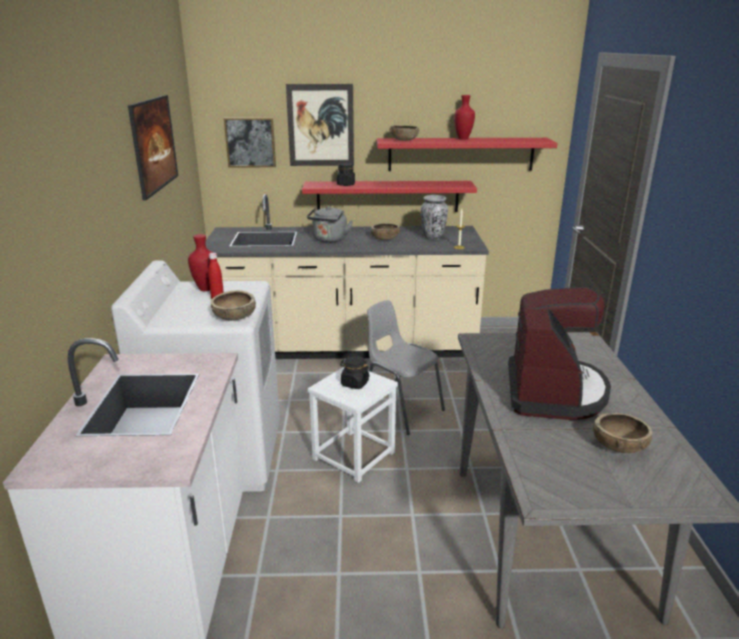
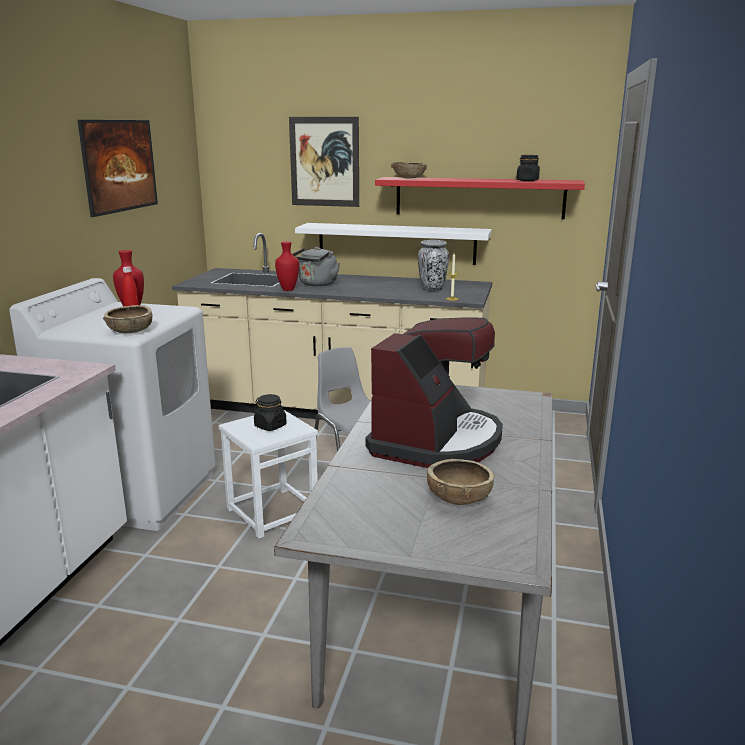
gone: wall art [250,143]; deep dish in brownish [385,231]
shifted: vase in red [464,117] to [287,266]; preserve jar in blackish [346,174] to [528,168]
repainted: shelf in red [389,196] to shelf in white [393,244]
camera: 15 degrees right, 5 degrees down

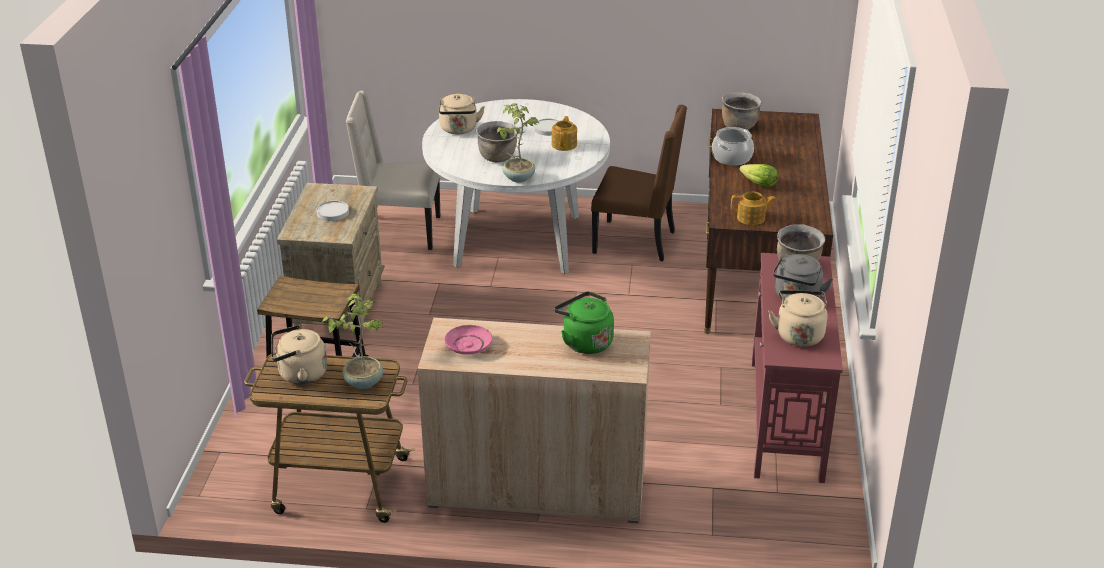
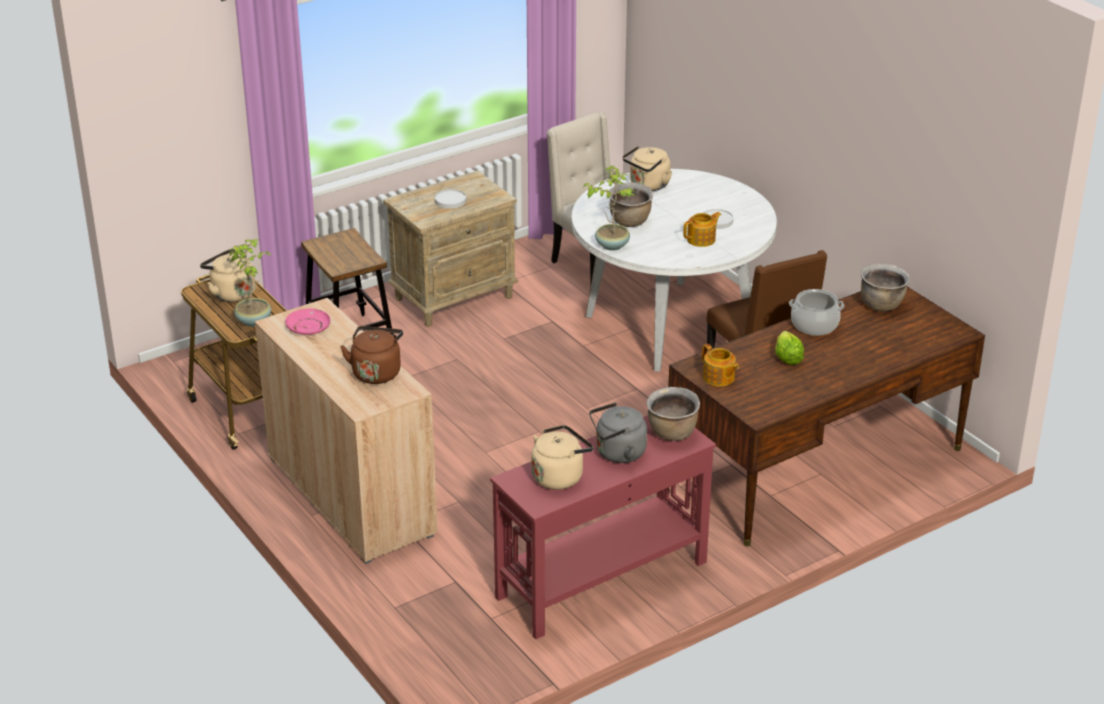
repainted: water kettle in green [584,322] to water kettle in brownish [371,355]
camera: 50 degrees right, 0 degrees up

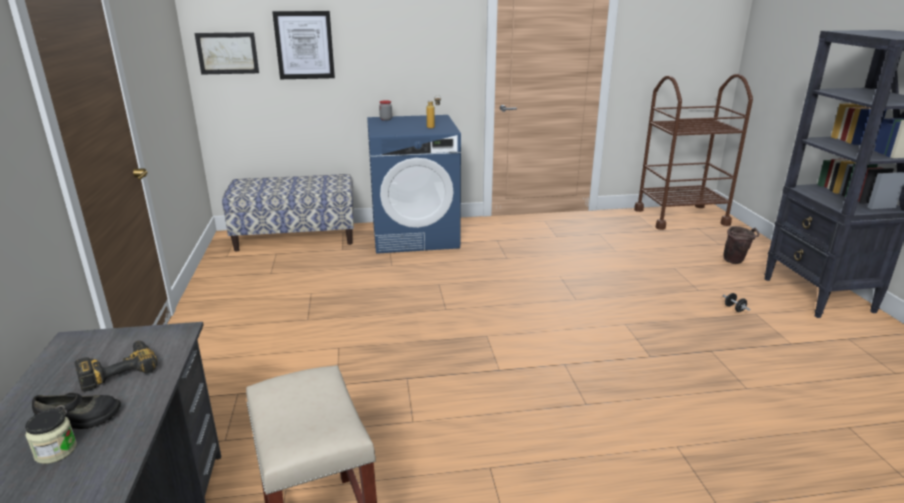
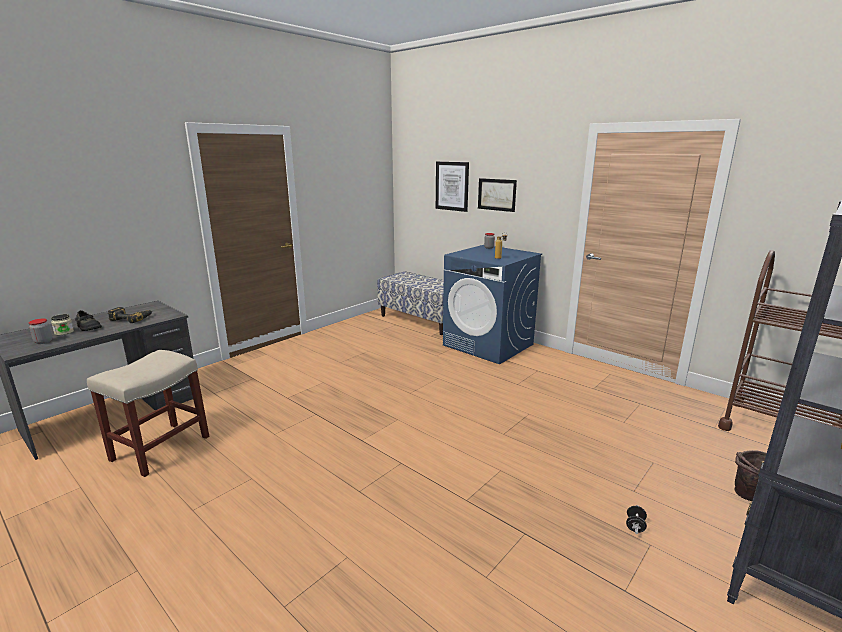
new: preserve jar [41,331]
shifted: wall art [226,53] to [497,195]
camera: 50 degrees right, 5 degrees down

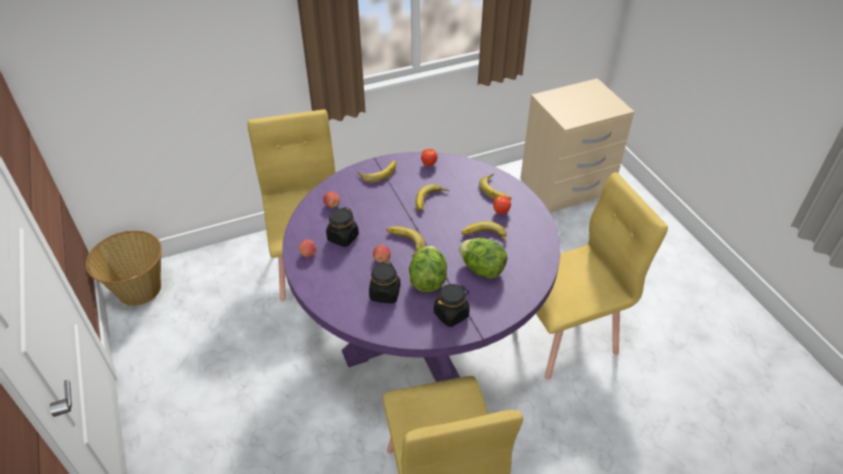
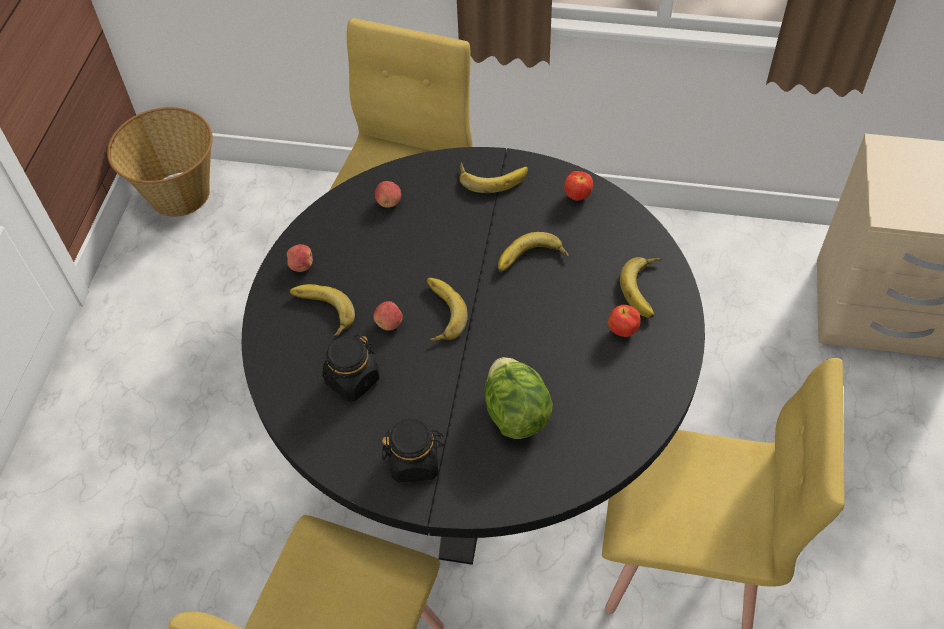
gone: preserve jar in blackish [342,227]; head of lettuce [428,269]
shifted: banana [484,231] to [322,310]
repainted: dinner table in purple [421,267] to dinner table in blackish [473,356]
camera: 35 degrees right, 10 degrees up

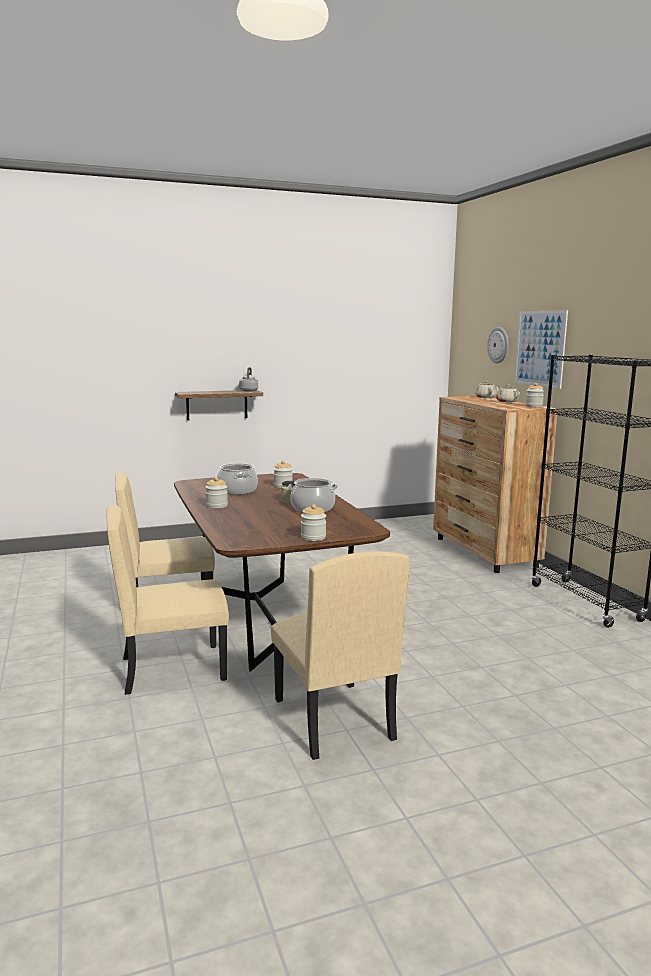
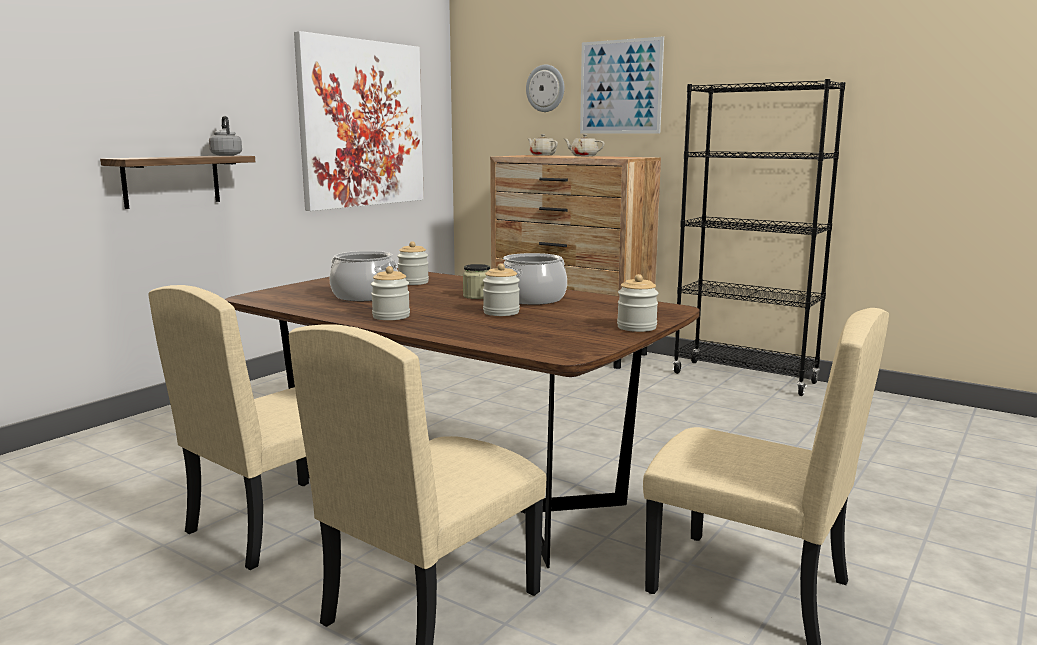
new: wall art [359,121]
shifted: preserve jar [534,395] to [501,289]
camera: 35 degrees left, 0 degrees up

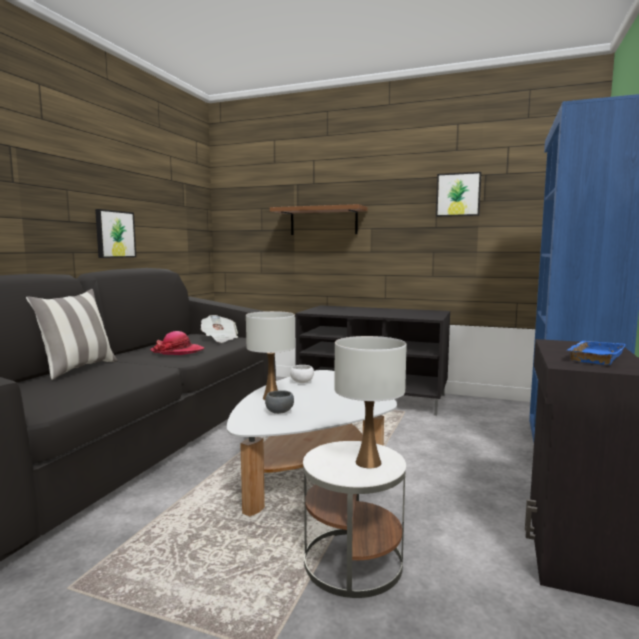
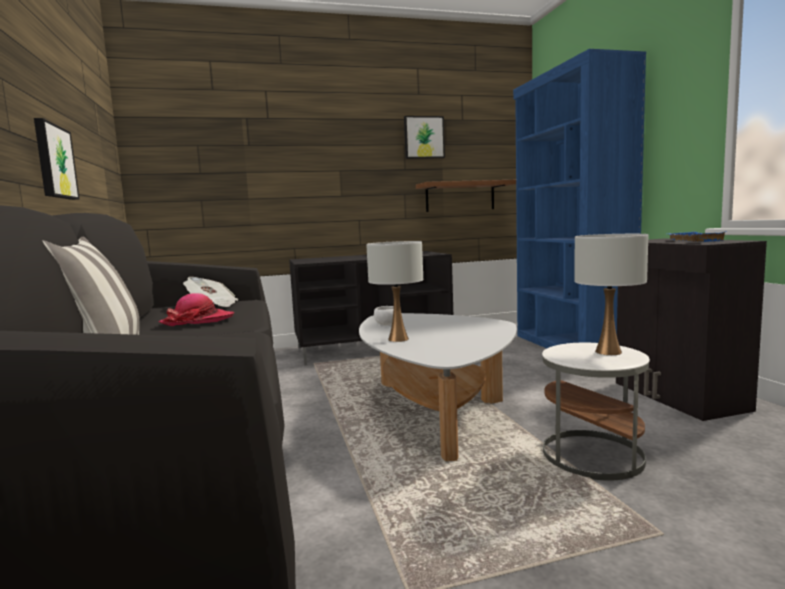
gone: deep dish in gray [279,402]
shifted: shelf in brownish [318,219] to [466,196]
camera: 35 degrees left, 0 degrees up

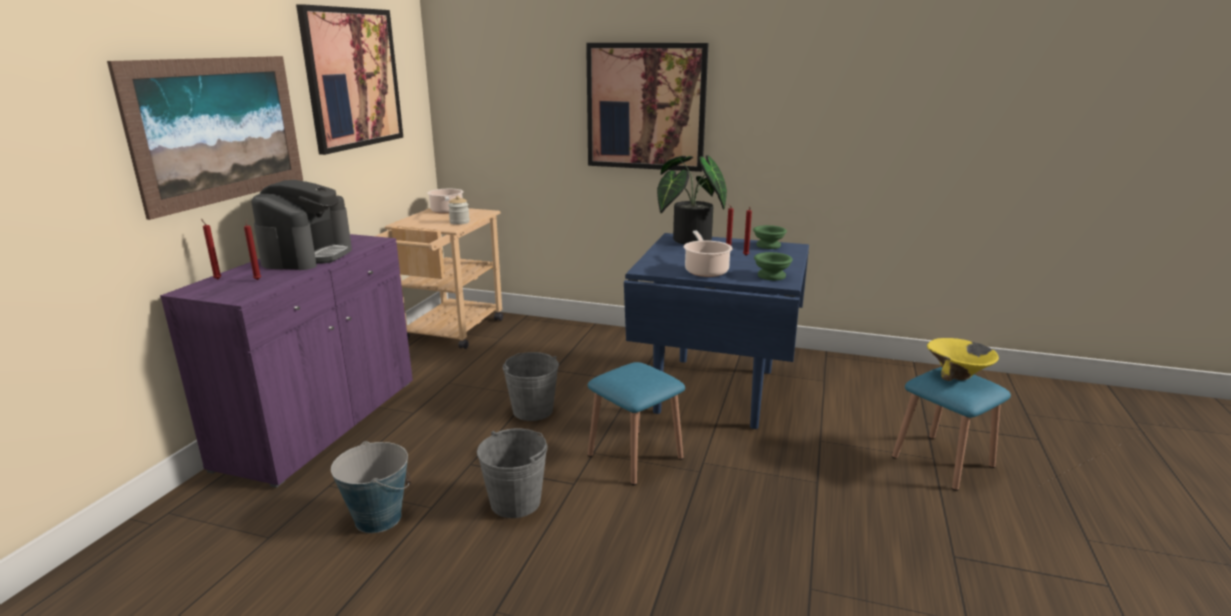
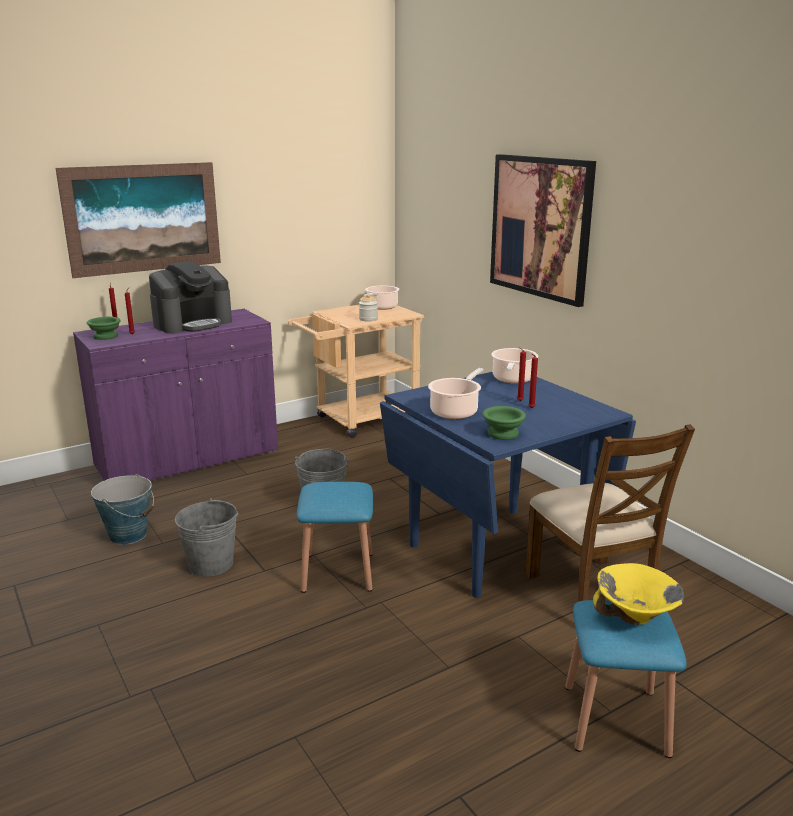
gone: wall art [349,79]
new: chair in brownish [610,513]
shifted: deep dish in green [770,237] to [104,328]
swapped: houseplant [692,199] to stockpot [514,366]
camera: 40 degrees right, 0 degrees up

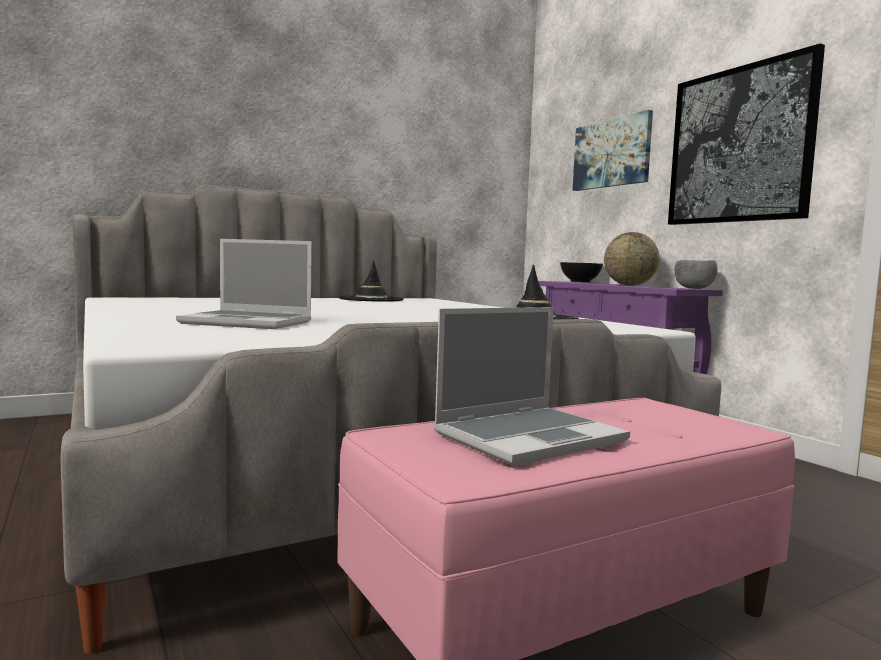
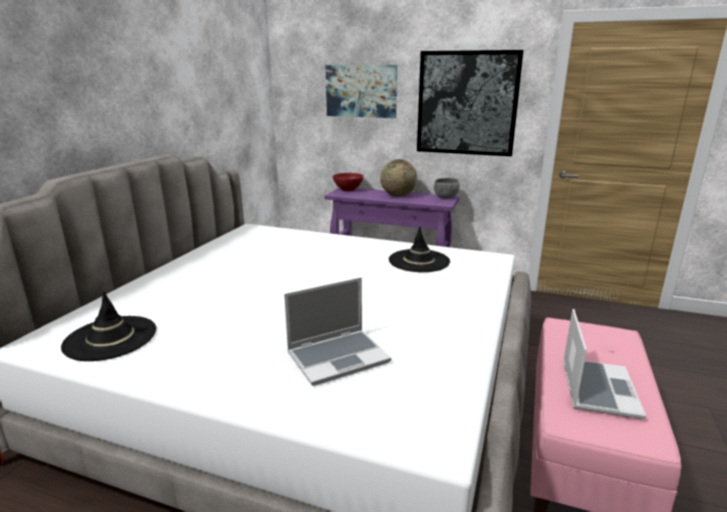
shifted: hat in blackish [371,281] to [108,326]
repainted: deep dish in blackish [581,272] to deep dish in red [348,182]
camera: 40 degrees left, 15 degrees up

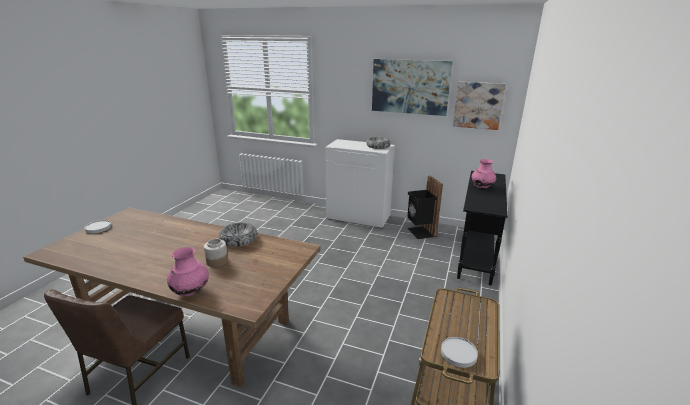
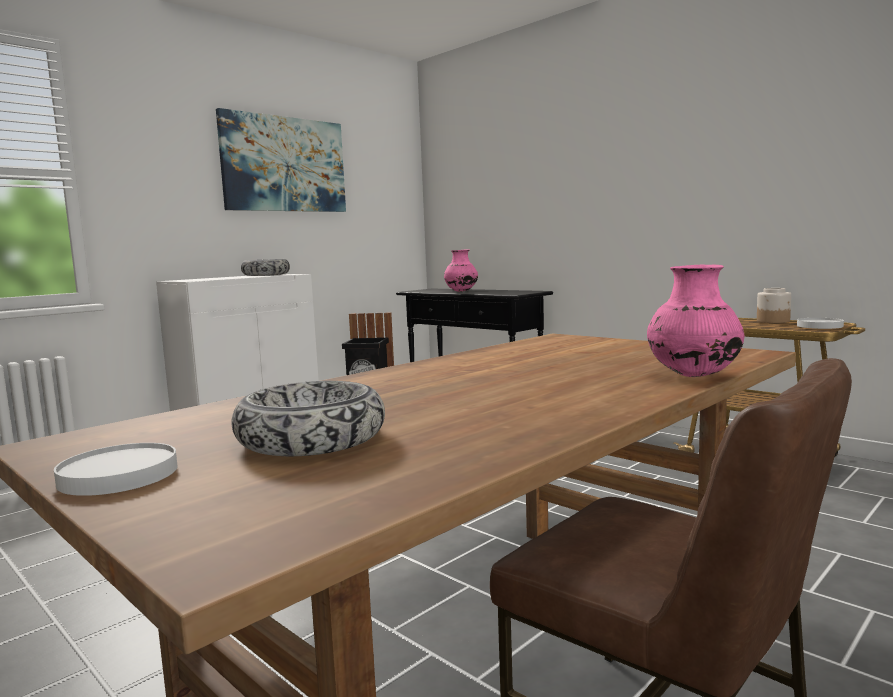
gone: wall art [479,106]
shifted: deep dish [238,234] to [308,418]; preserve jar [216,253] to [774,305]
camera: 65 degrees left, 15 degrees down

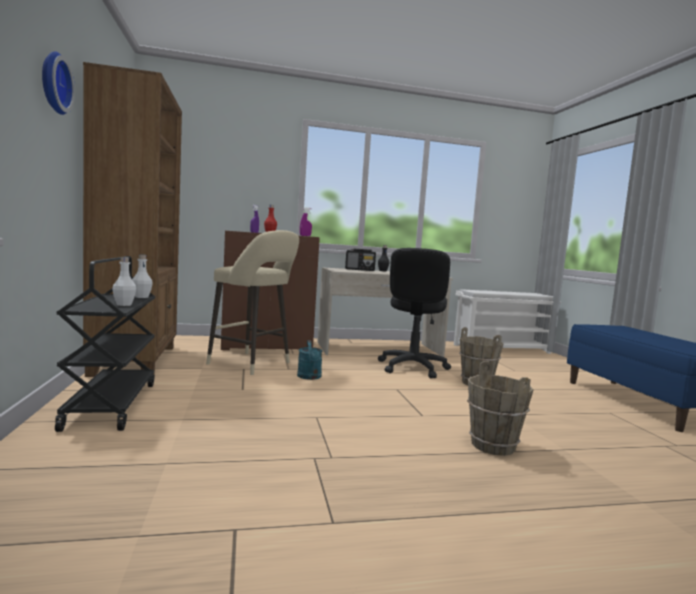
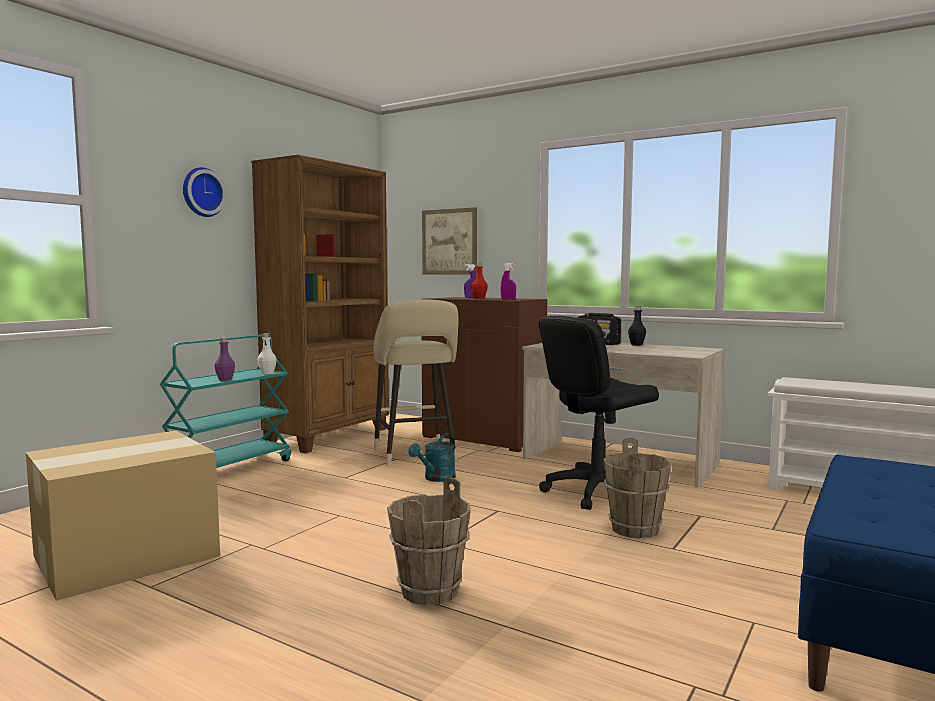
new: wall art [449,240]; packing box [123,516]
repainted: wheeled cart in blackish [105,344] to wheeled cart in blue-green [225,401]; bottle in white [124,281] to bottle in purple [225,359]
camera: 45 degrees right, 0 degrees up

